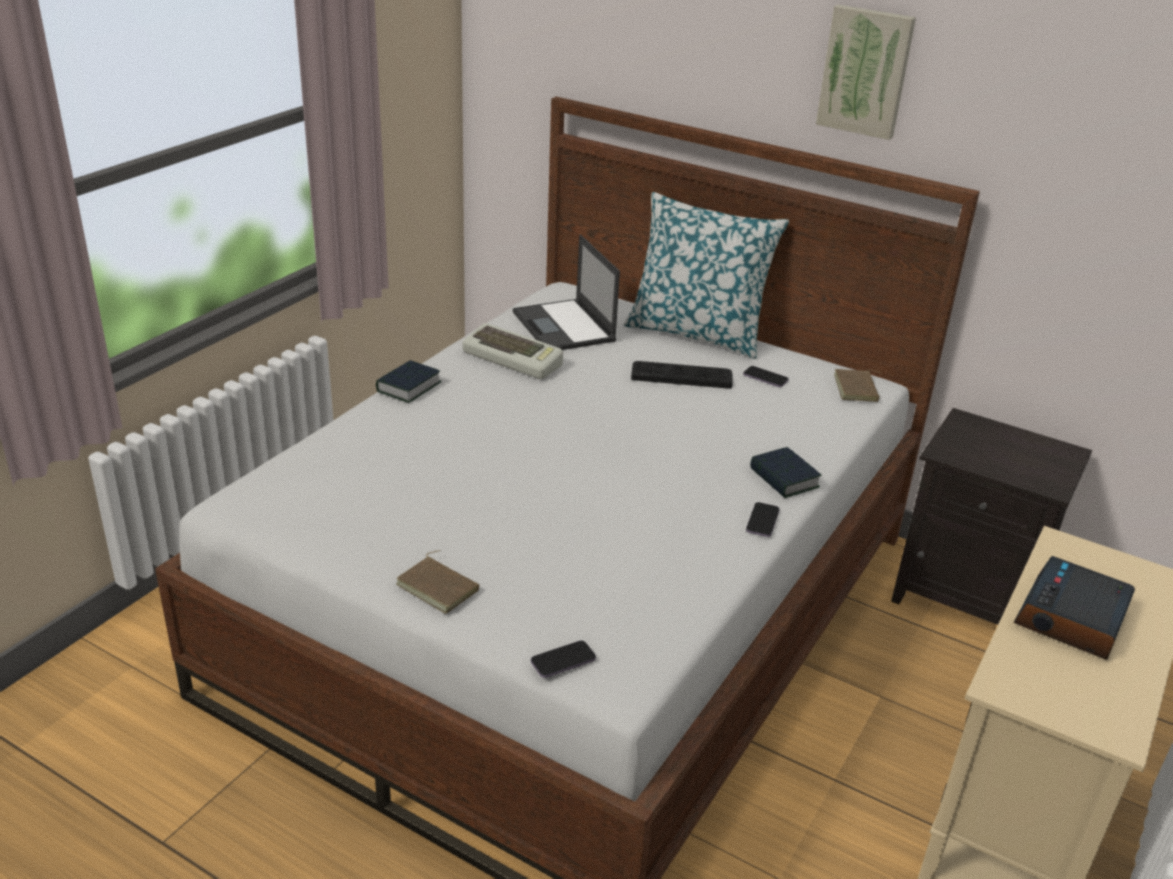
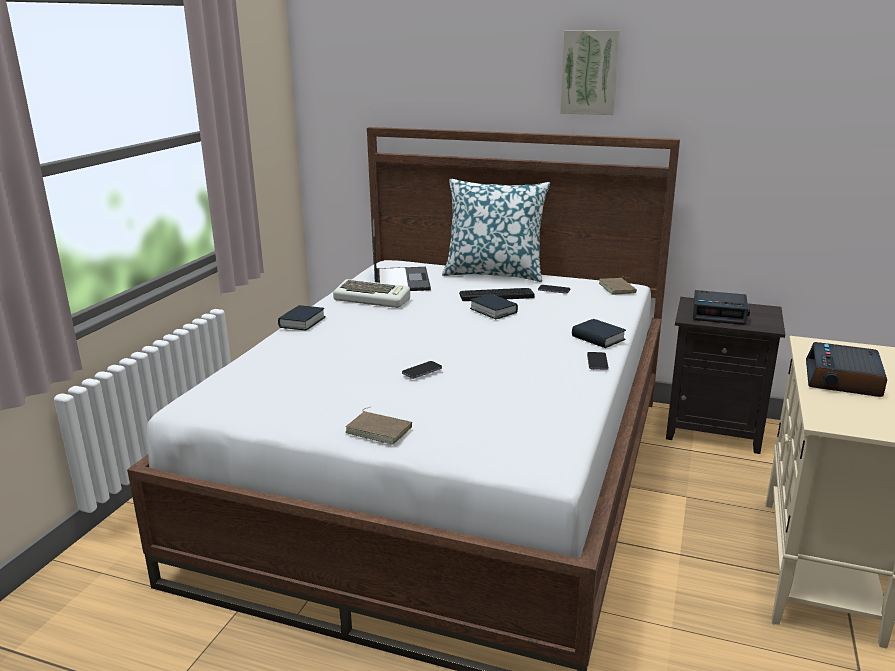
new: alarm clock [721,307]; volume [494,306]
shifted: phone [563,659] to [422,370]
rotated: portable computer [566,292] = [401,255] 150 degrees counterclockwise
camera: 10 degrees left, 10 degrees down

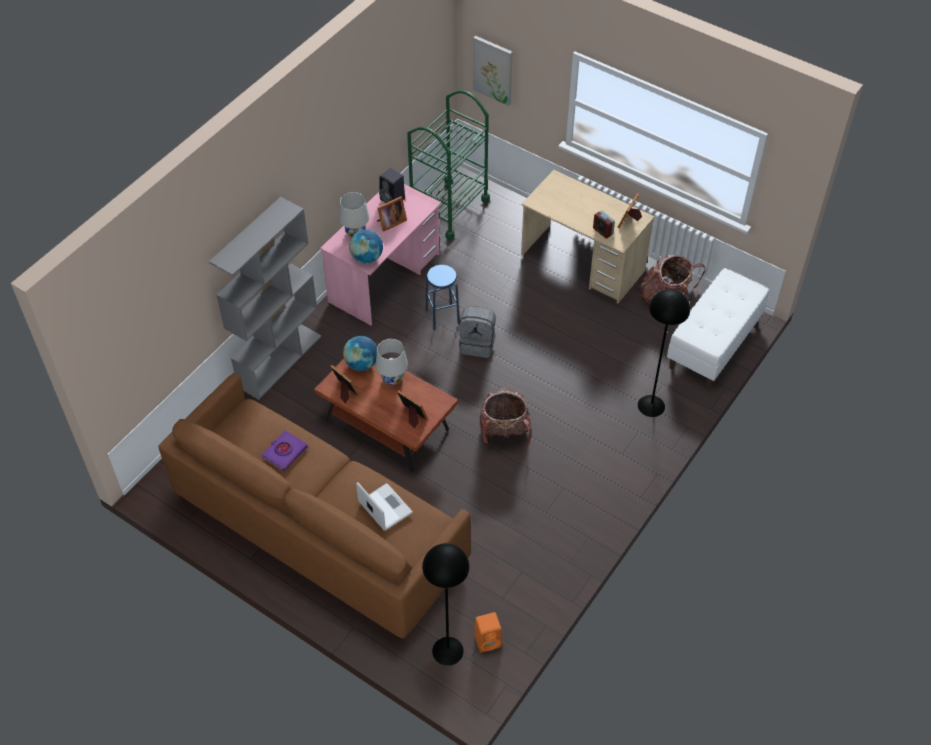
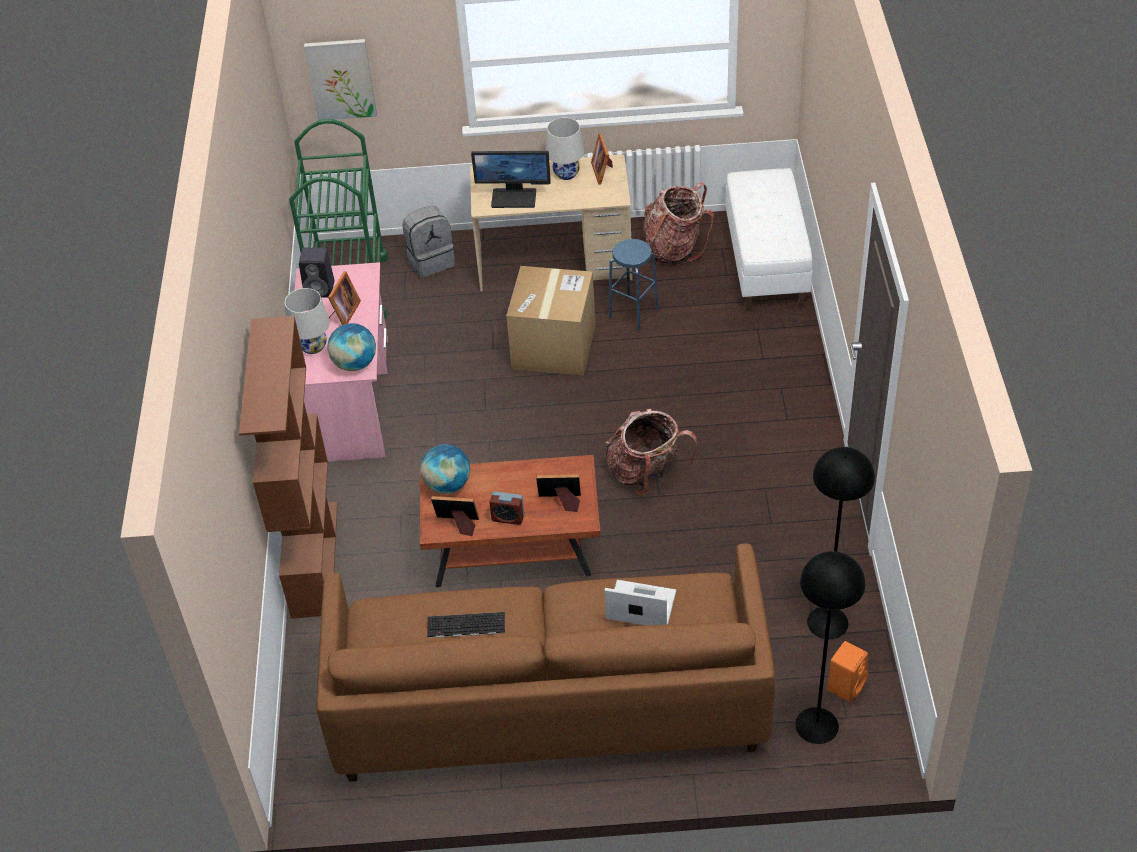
new: computer display [511,179]; packing box [550,320]
shifted: alarm clock [604,224] to [506,508]; stool in blue-coloured [443,297] to [633,284]; floor lamp in blackish [664,353] to [841,543]; knapsack in gray [477,332] to [428,242]; lamp for a table in white [392,362] to [565,148]
swapped: volume in purple [284,451] to computer keyboard [466,625]
repainted: shelving unit in gray [265,298] to shelving unit in brownish [288,467]
camera: 35 degrees left, 5 degrees down

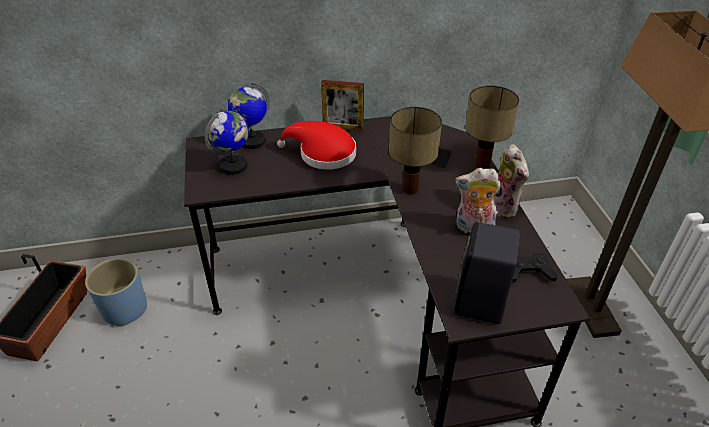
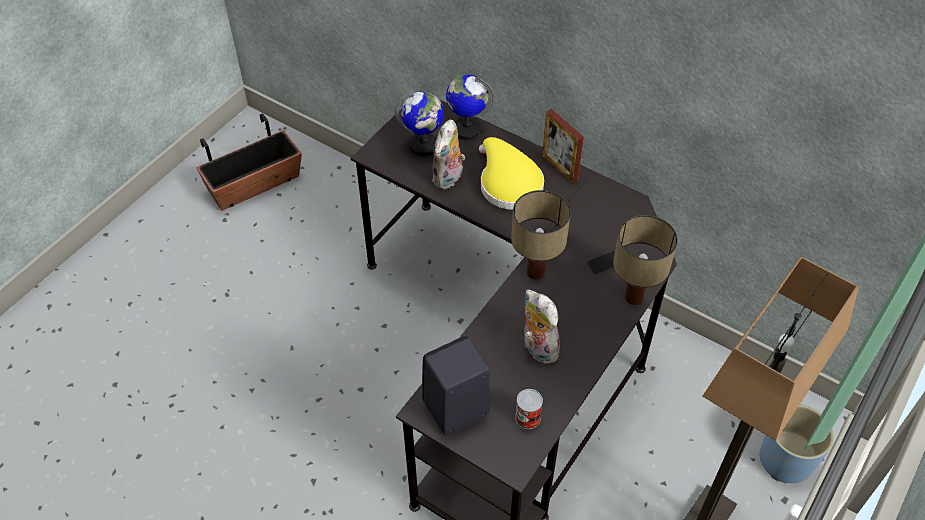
shifted: soft toy [511,181] to [448,154]; plant pot in blue-coloured [116,292] to [797,443]
swapped: joypad in blackish [535,268] to can [529,409]
repainted: hat in red [316,145] to hat in yellow [511,173]
camera: 45 degrees right, 10 degrees up

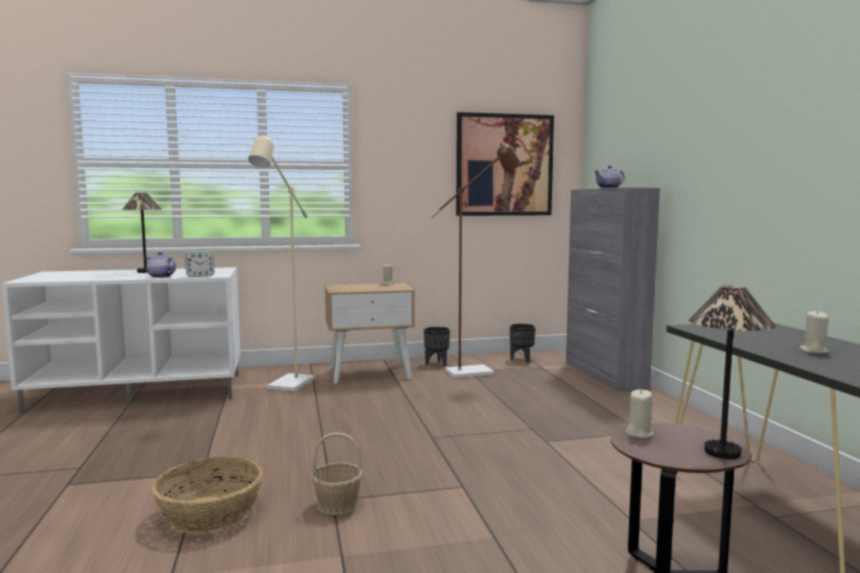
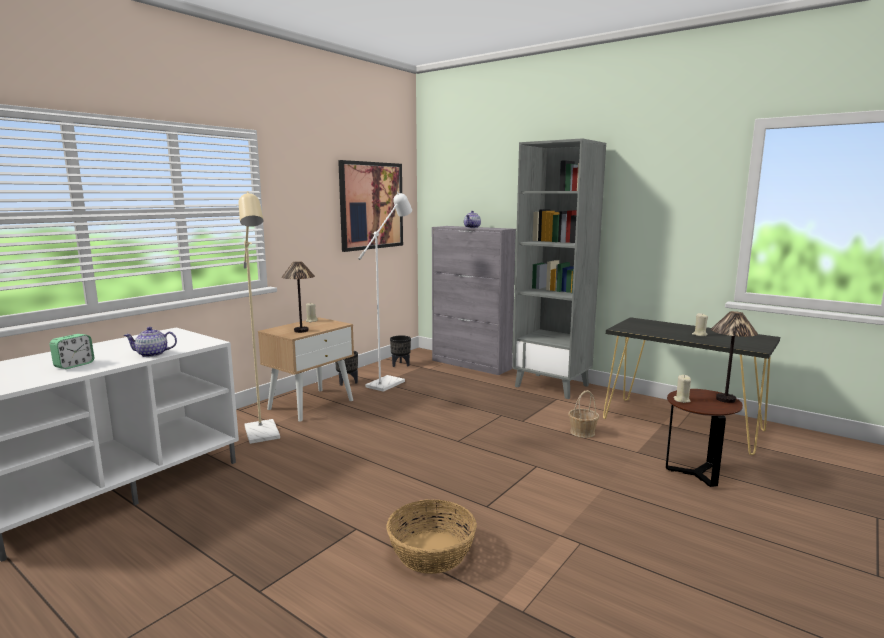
new: shelving unit in gray [559,268]
shifted: lamp for a table [141,233] to [298,297]; alarm clock [199,264] to [72,351]; storage basket [337,474] to [583,414]
repainted: floor lamp in brownish [476,260] to floor lamp in white [385,292]
camera: 40 degrees left, 5 degrees up

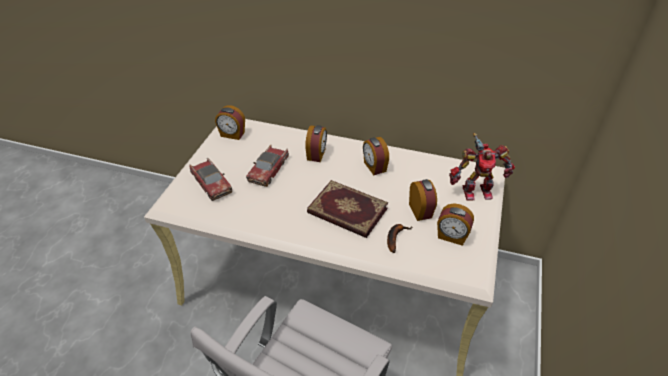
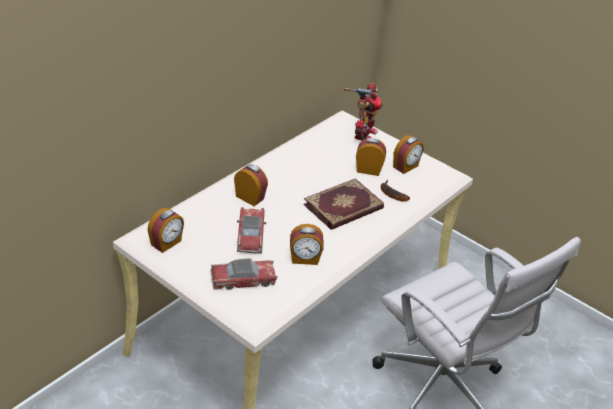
shifted: alarm clock [376,156] to [307,244]
rotated: model car [267,166] = [251,230] 135 degrees counterclockwise
camera: 70 degrees left, 5 degrees down

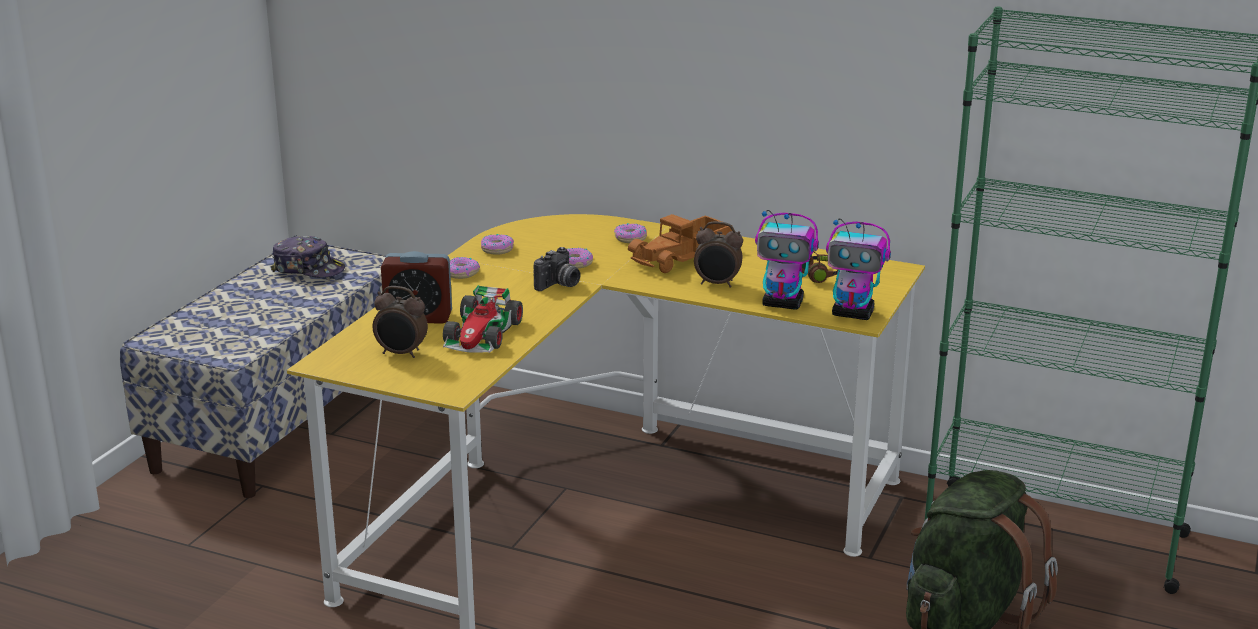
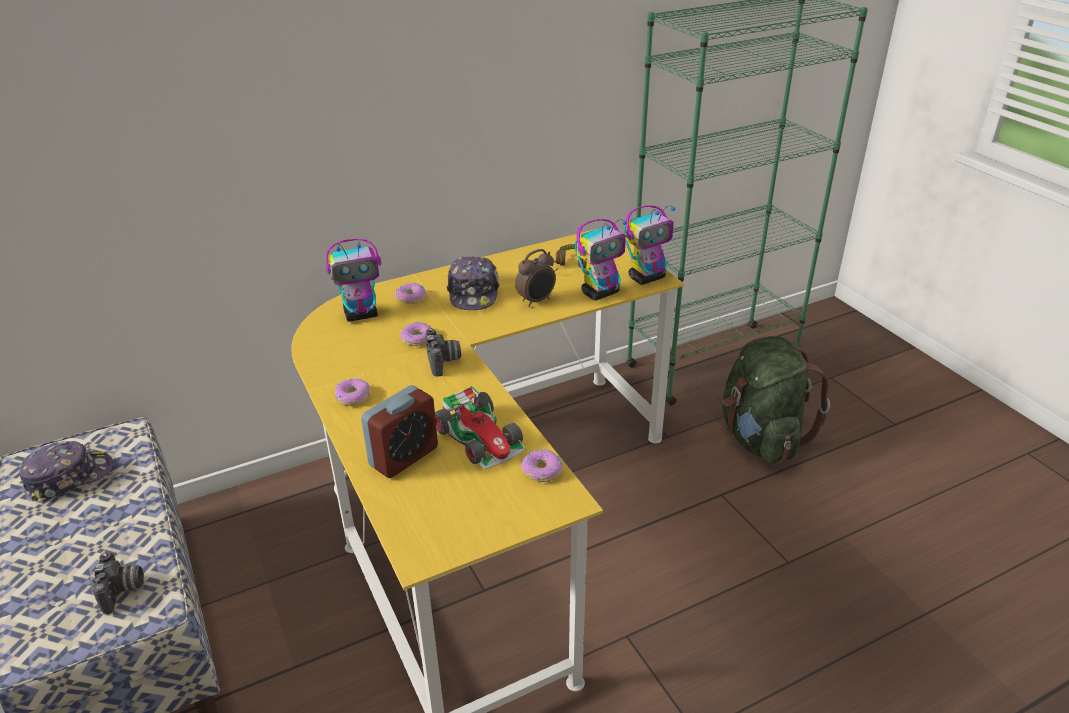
gone: alarm clock [400,322]
new: toy robot [353,280]; still camera [118,583]
shifted: ring doughnut [497,244] to [541,466]
swapped: toy lorry [680,243] to baseball cap [473,283]
camera: 50 degrees left, 10 degrees up

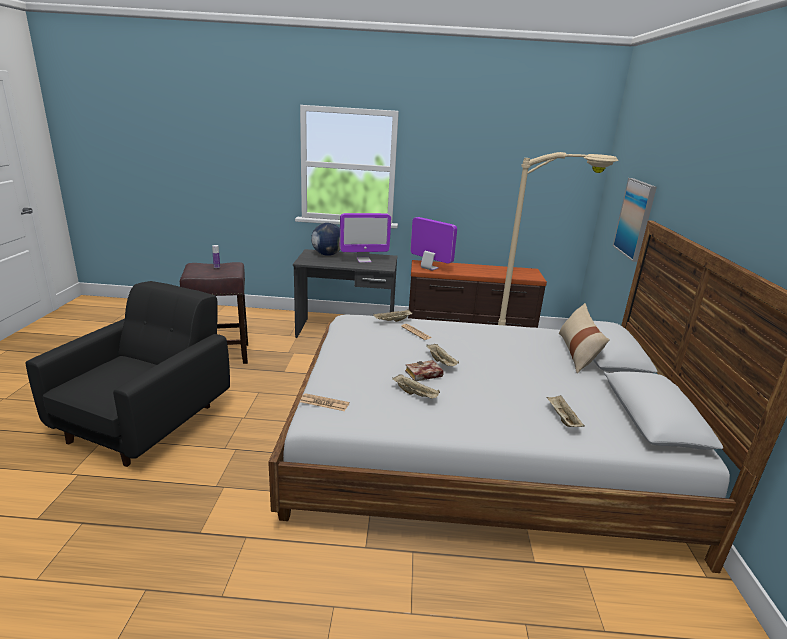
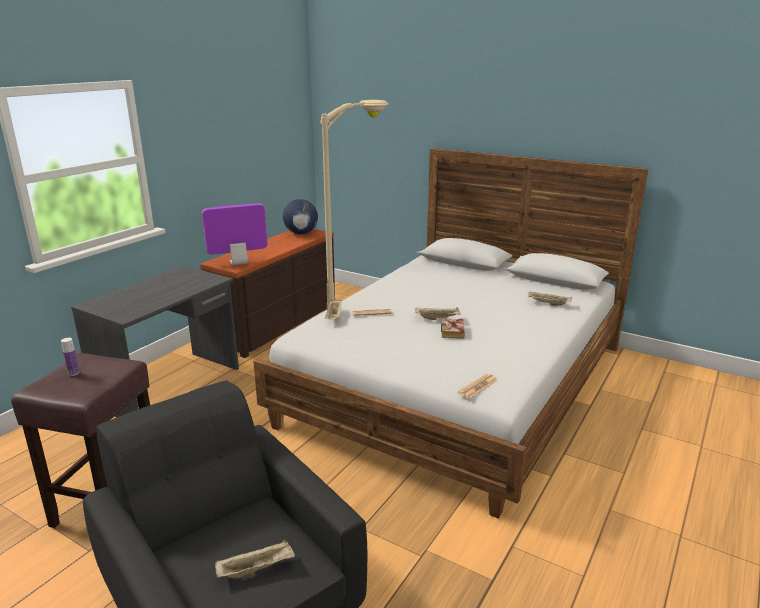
gone: wall art [635,220]; computer display [365,238]; pillow in sand-coloured [584,338]
shifted: world globe [325,239] to [300,216]; serving tray in sand-coloured [416,387] to [255,558]
camera: 60 degrees left, 0 degrees up

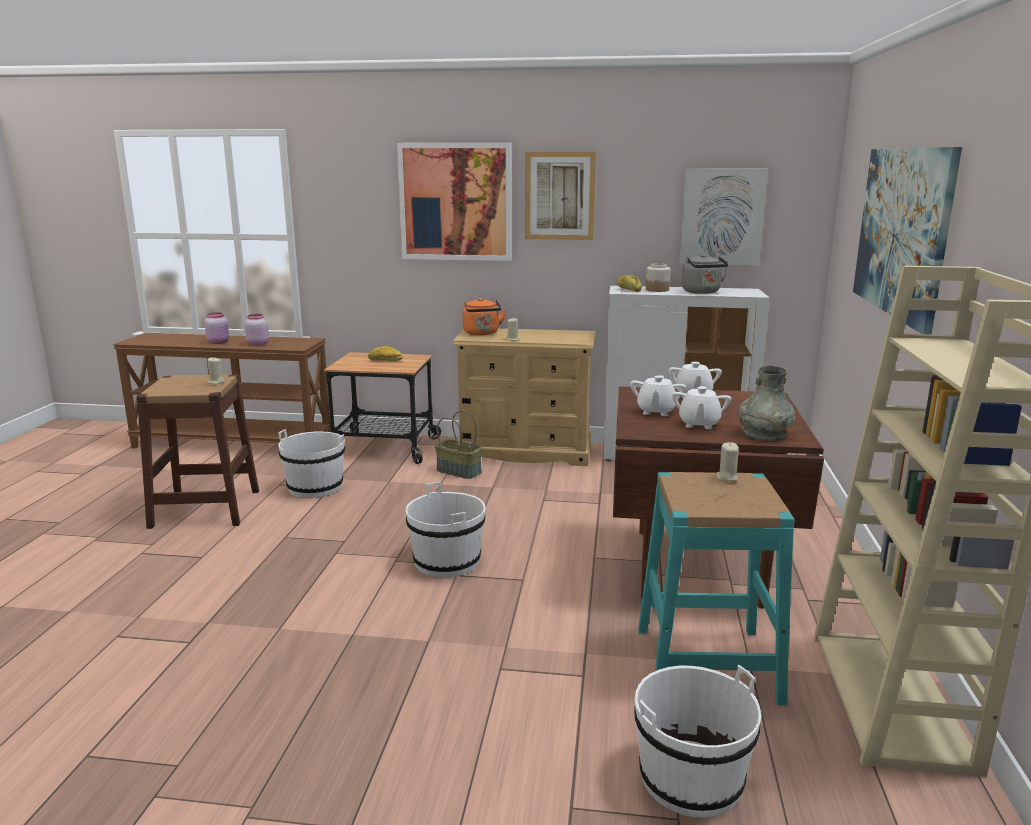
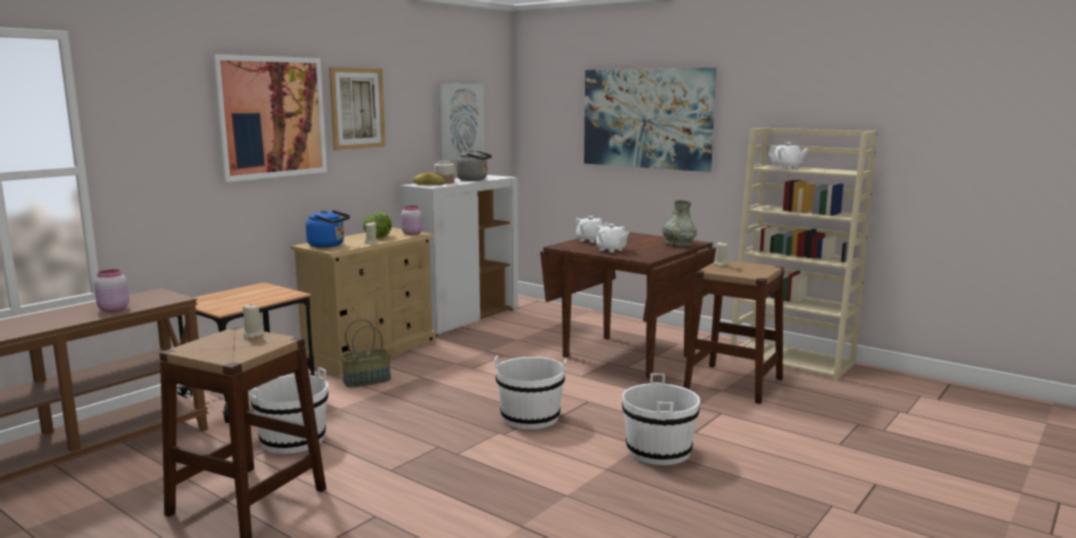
gone: bread [385,353]
new: head of lettuce [377,225]
shifted: preserve jar in pink [217,328] to [411,220]; pot for tea in white [701,407] to [788,155]; water bucket in white [697,741] to [661,419]
repainted: water kettle in orange-coloured [484,316] to water kettle in blue-coloured [328,229]; stool in blue-green [716,588] to stool in brownish [734,332]
camera: 60 degrees left, 5 degrees down

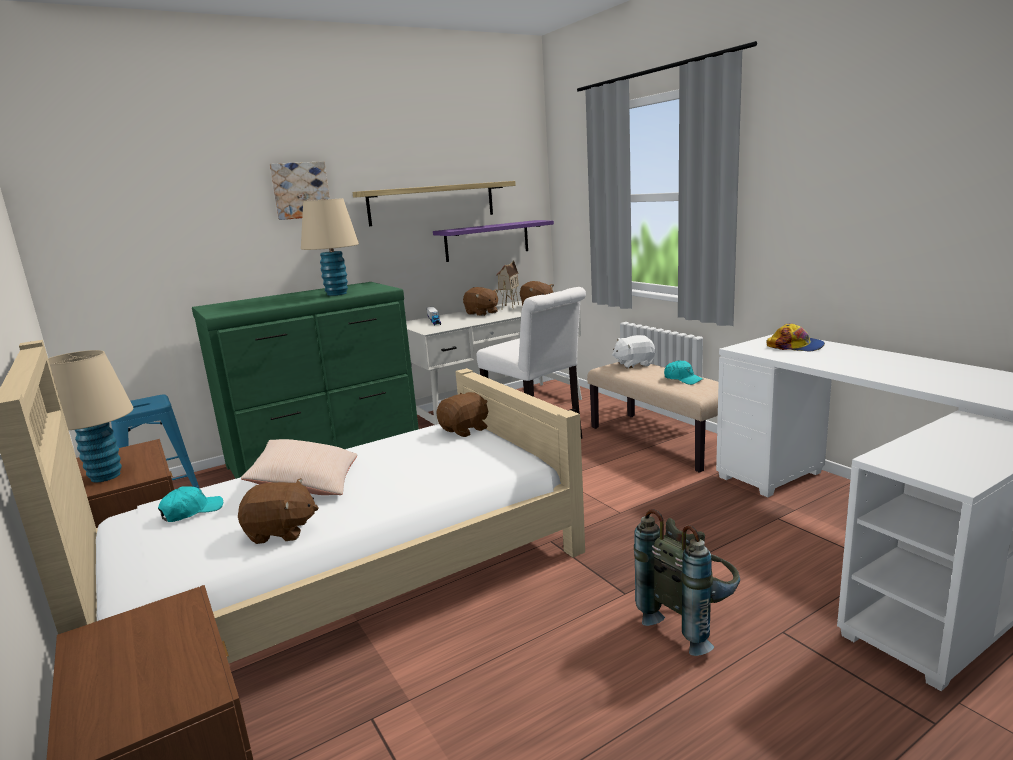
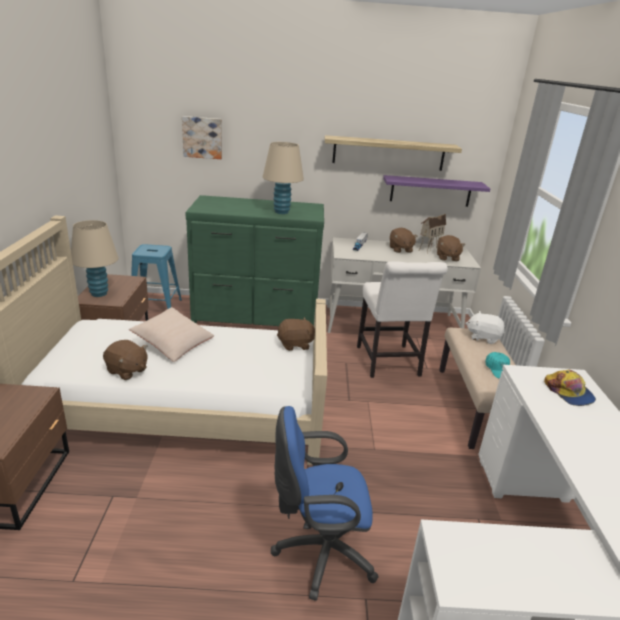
gone: baseball cap in blue-green [190,504]
shifted: wall art [299,190] to [202,137]
swapped: knapsack in gray [687,582] to desk chair in blue-coloured [325,503]
camera: 30 degrees right, 10 degrees up

